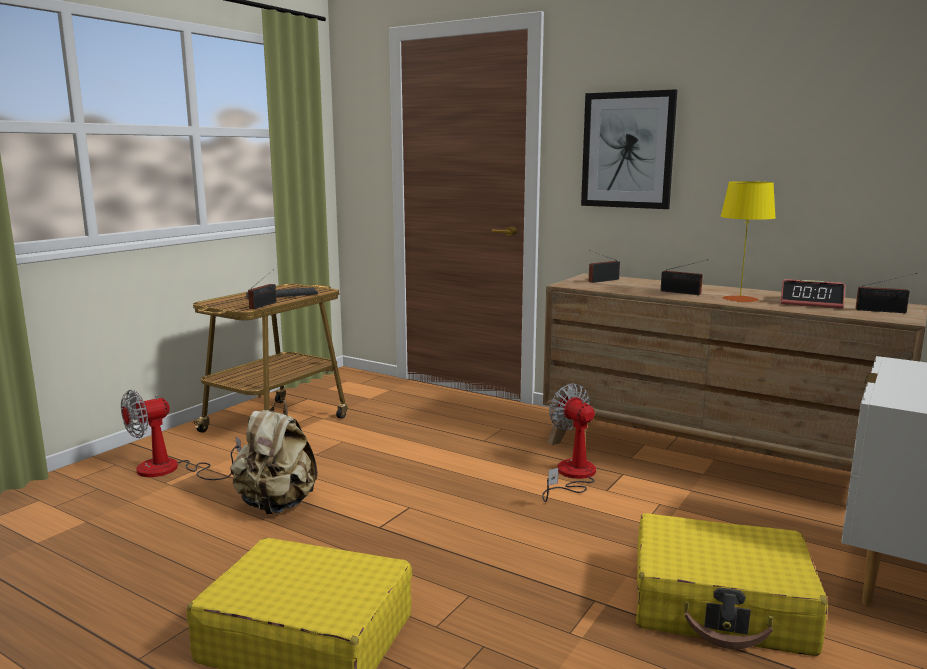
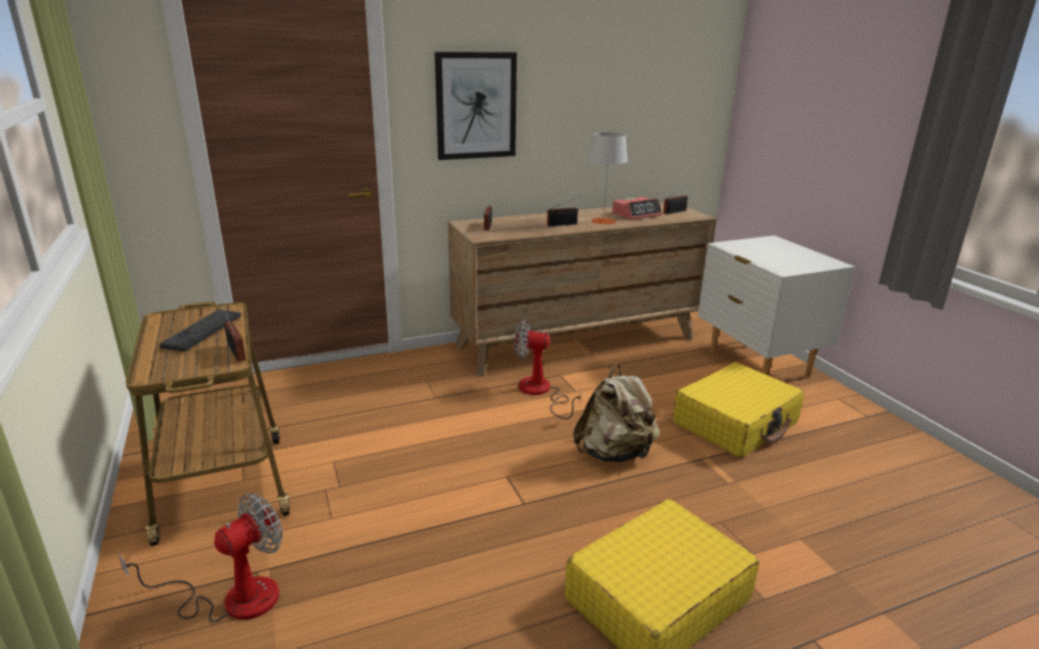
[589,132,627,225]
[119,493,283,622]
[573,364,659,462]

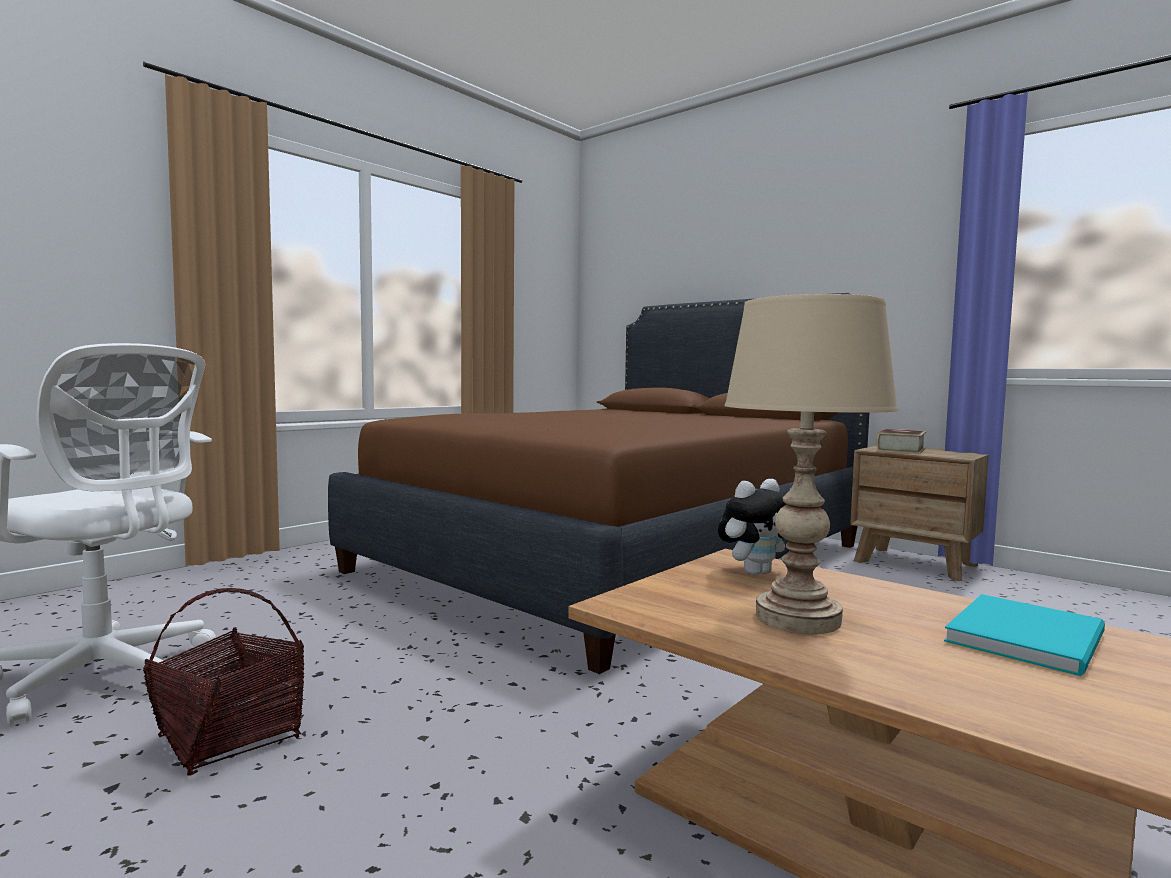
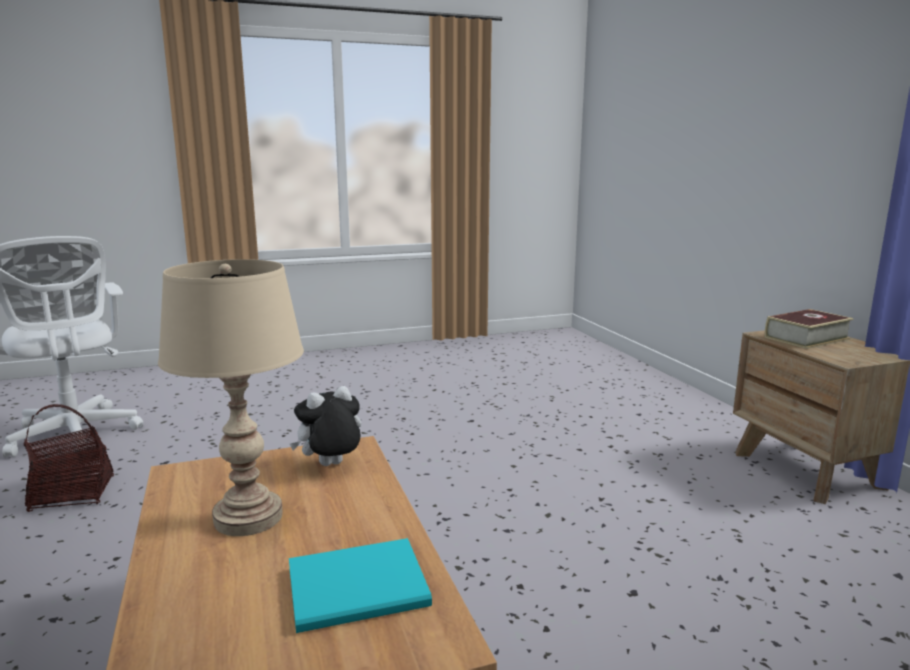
[328,293,869,674] (first image)
[290,386,362,466]

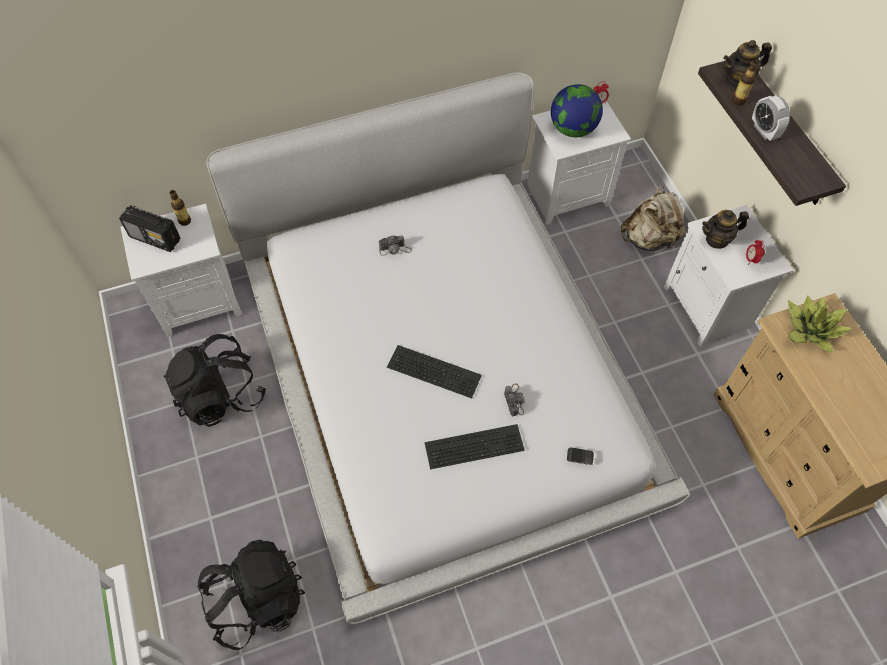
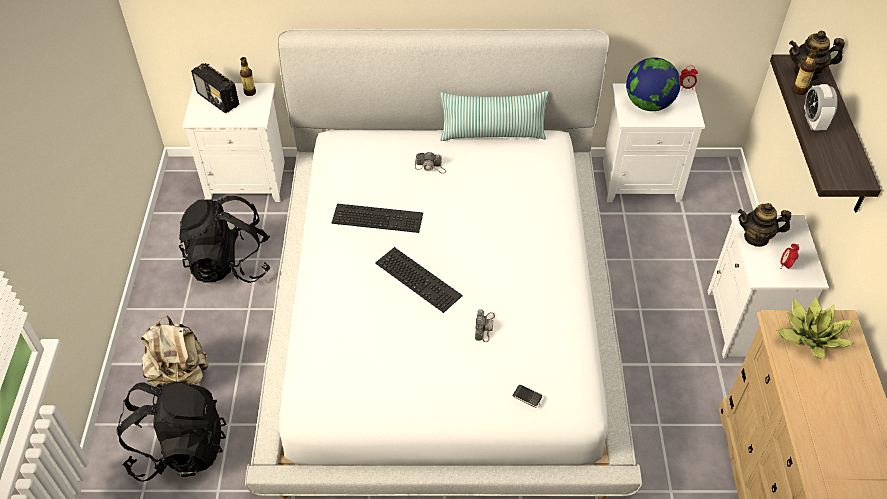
[141,315,208,389]
[332,204,423,233]
[440,91,549,141]

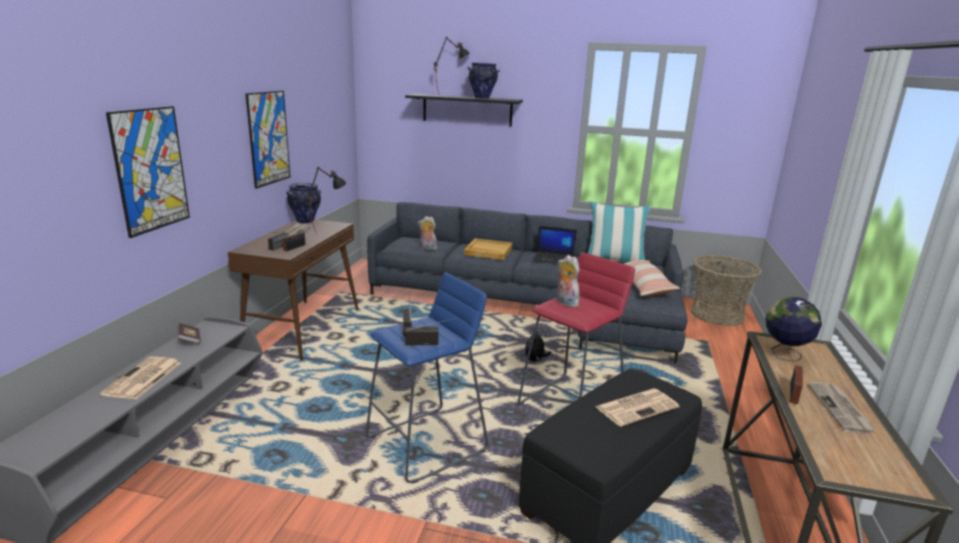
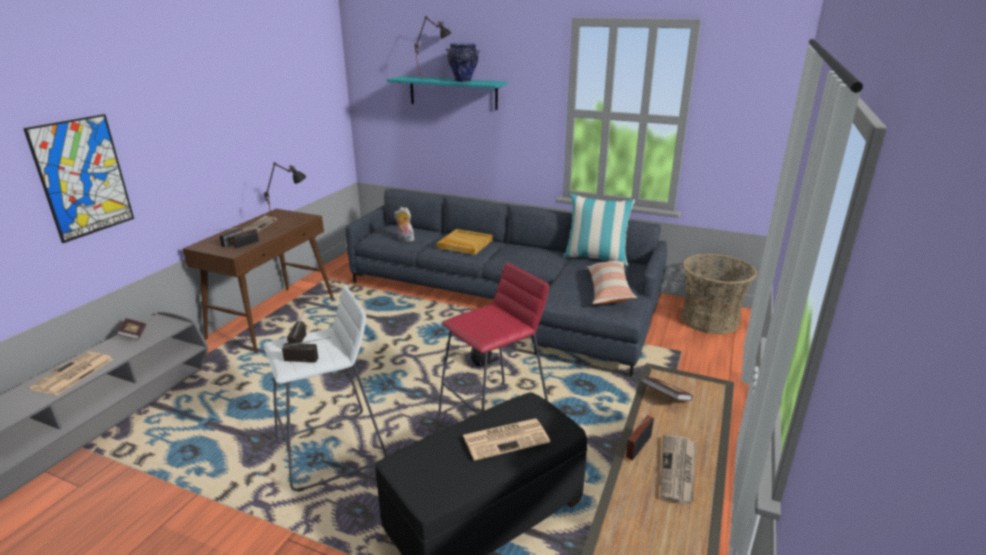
[245,91,290,189] (first image)
[387,76,507,110]
[286,183,321,223] (first image)
[532,226,577,264] (first image)
[557,255,580,307] (first image)
[264,285,387,492]
[641,376,693,401]

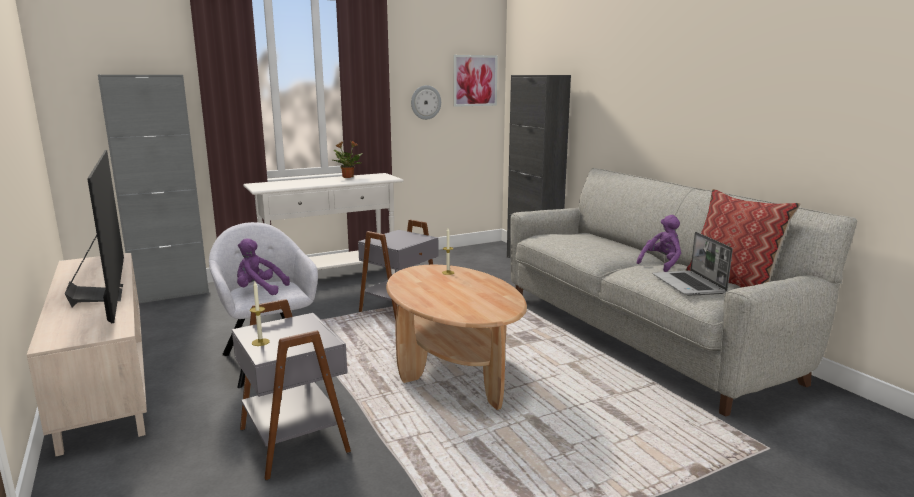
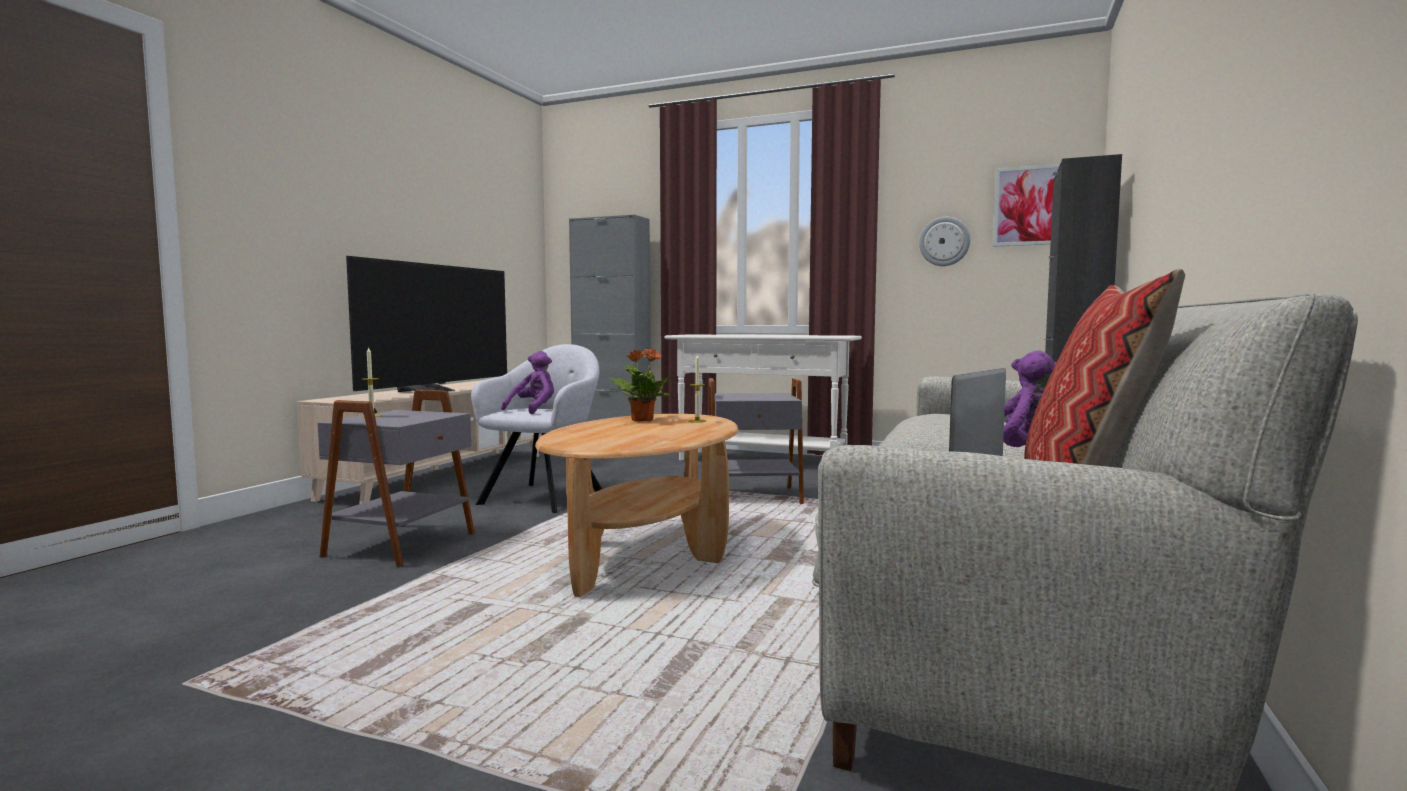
[610,349,673,422]
[501,351,554,414]

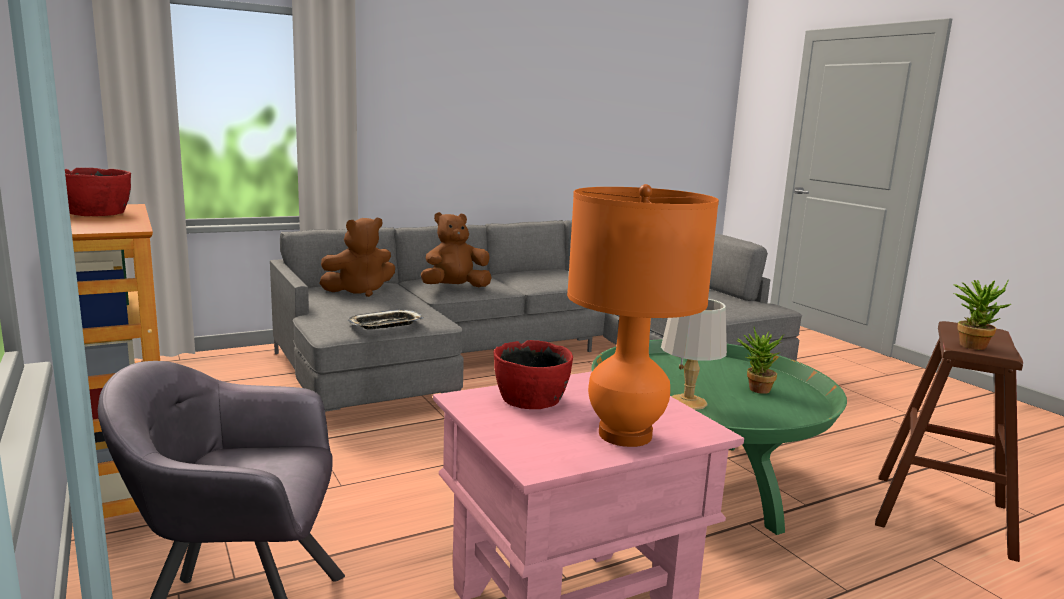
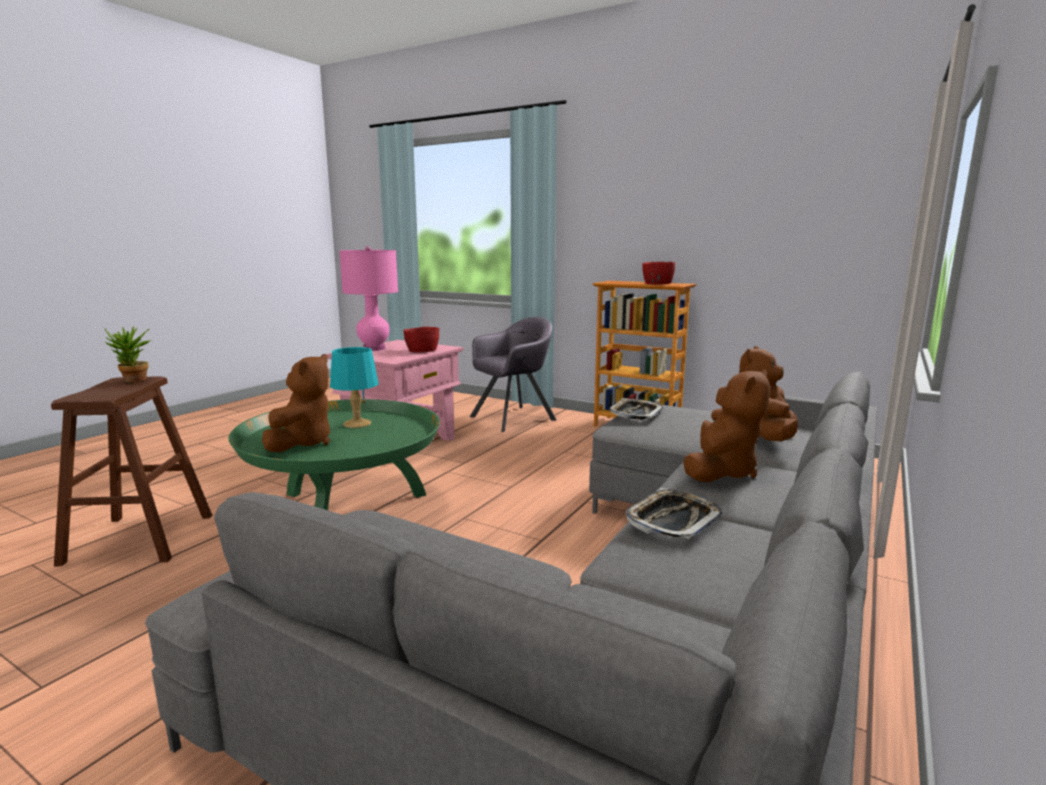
[339,246,398,351]
[330,347,378,428]
[262,354,330,452]
[626,488,722,539]

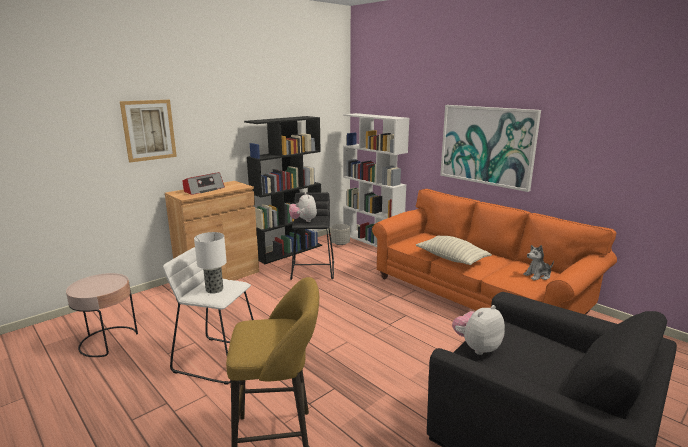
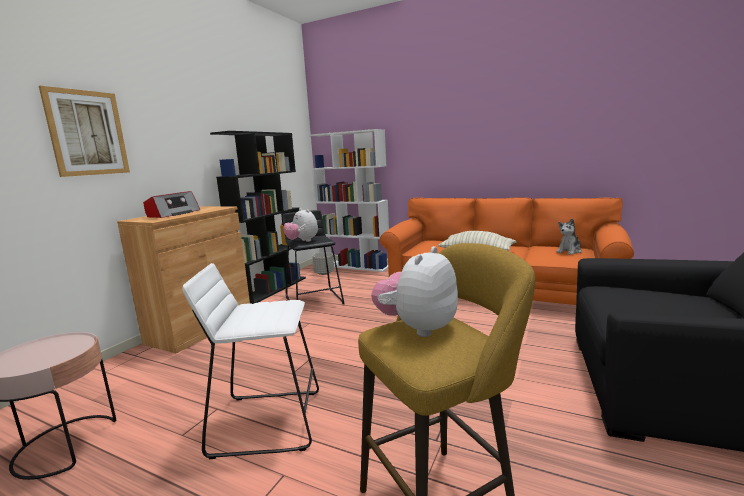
[440,105,541,192] (first image)
[194,232,227,294] (first image)
[371,246,458,337]

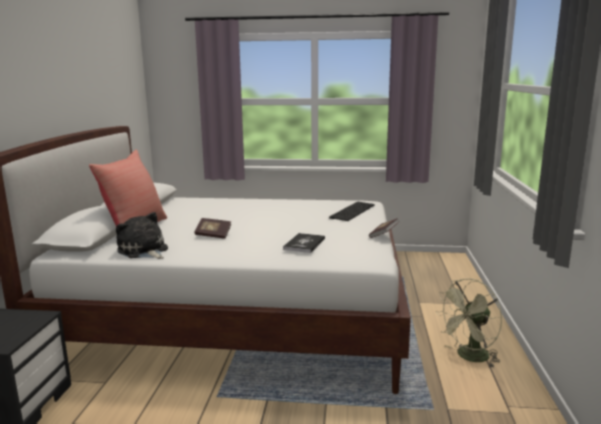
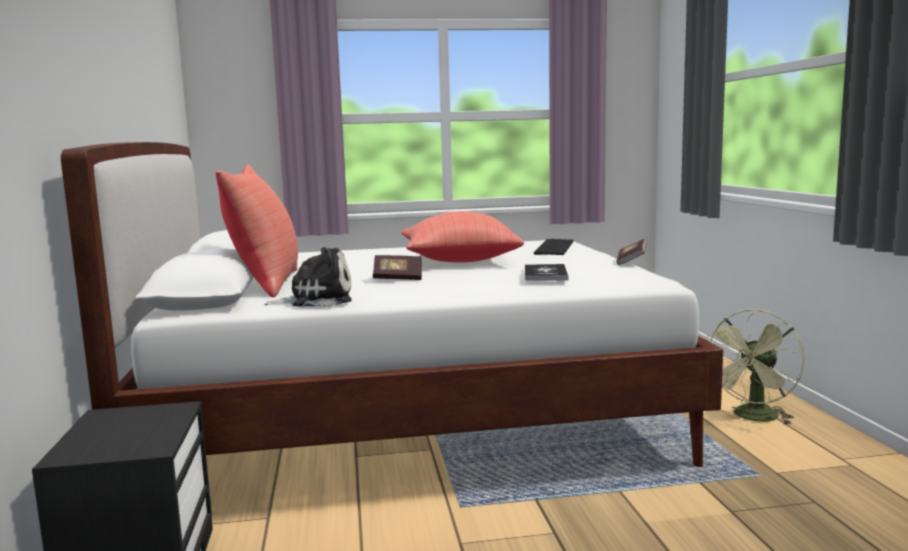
[264,247,352,307]
[401,211,524,263]

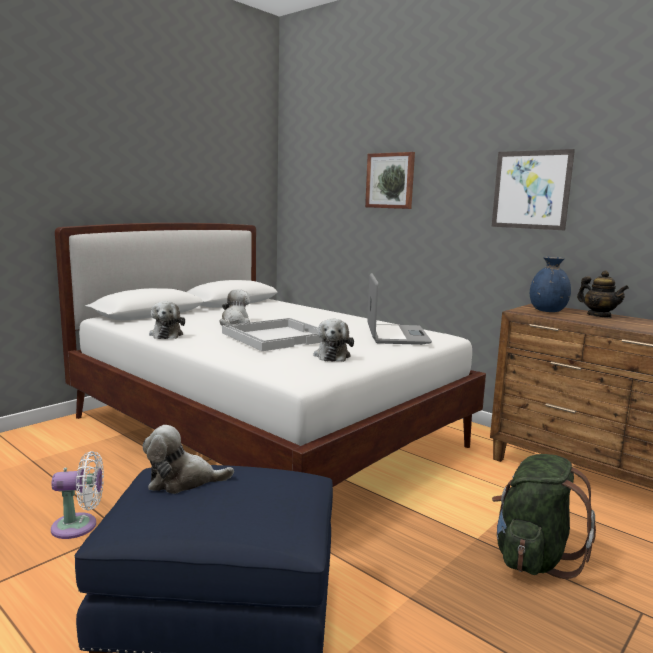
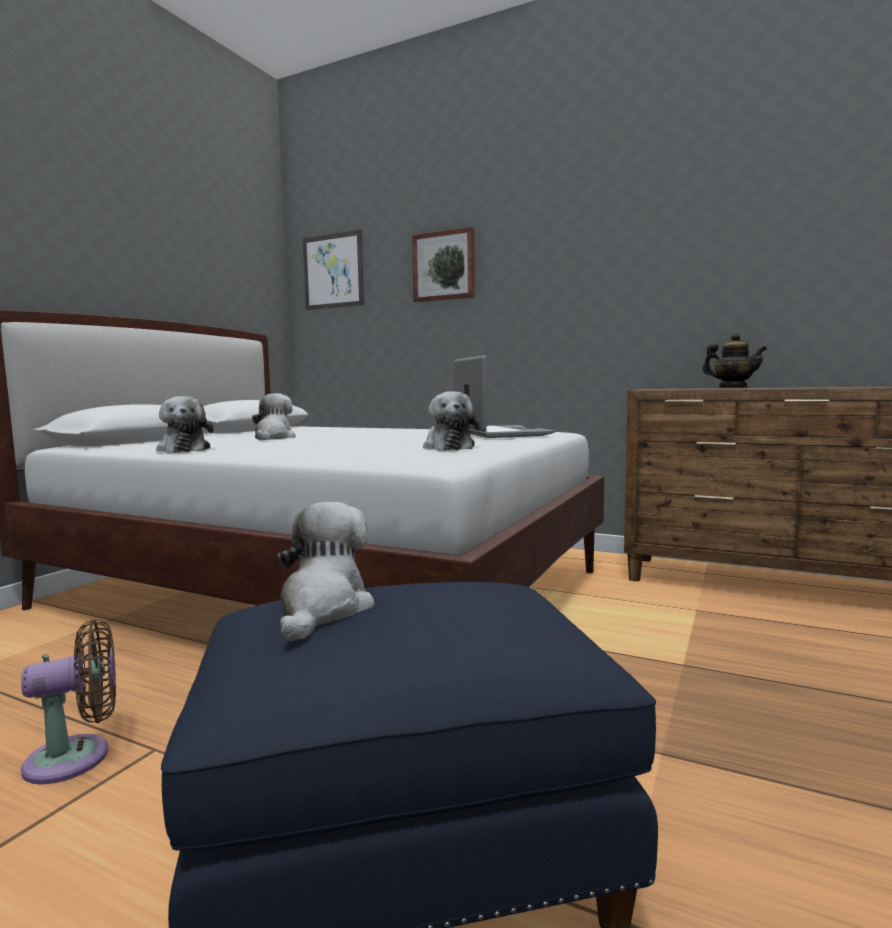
[303,230,364,310]
[530,257,571,312] (first image)
[222,318,322,351] (first image)
[276,502,374,642]
[21,620,116,784]
[492,454,596,579] (first image)

